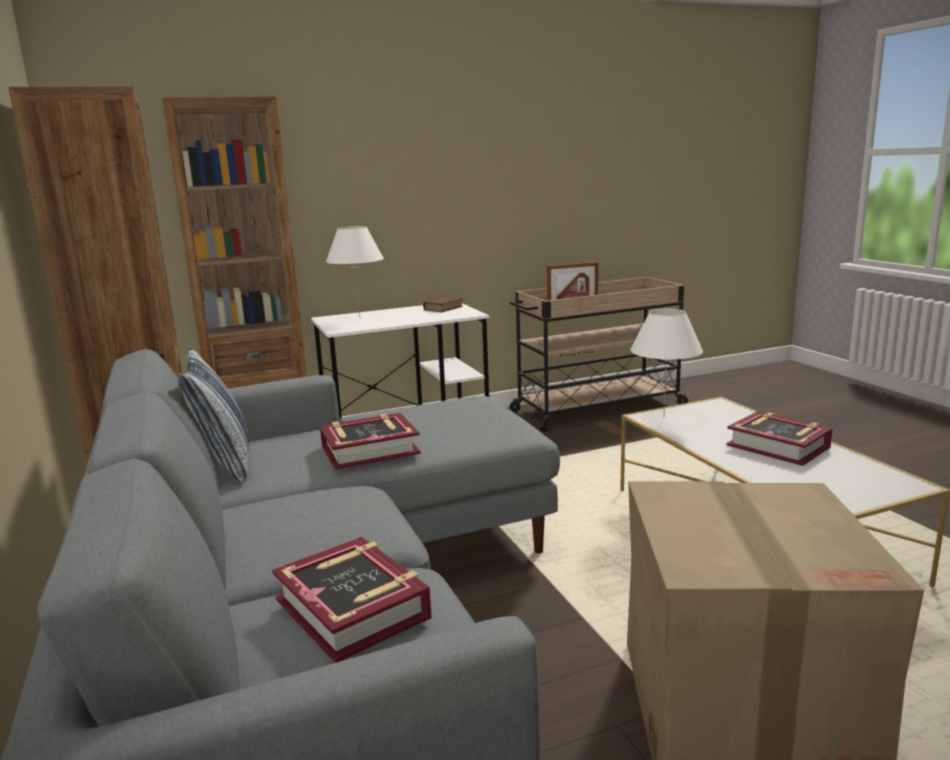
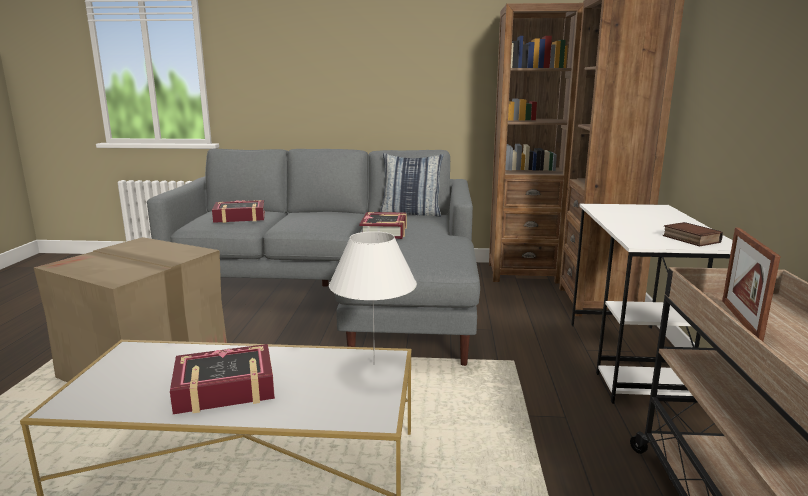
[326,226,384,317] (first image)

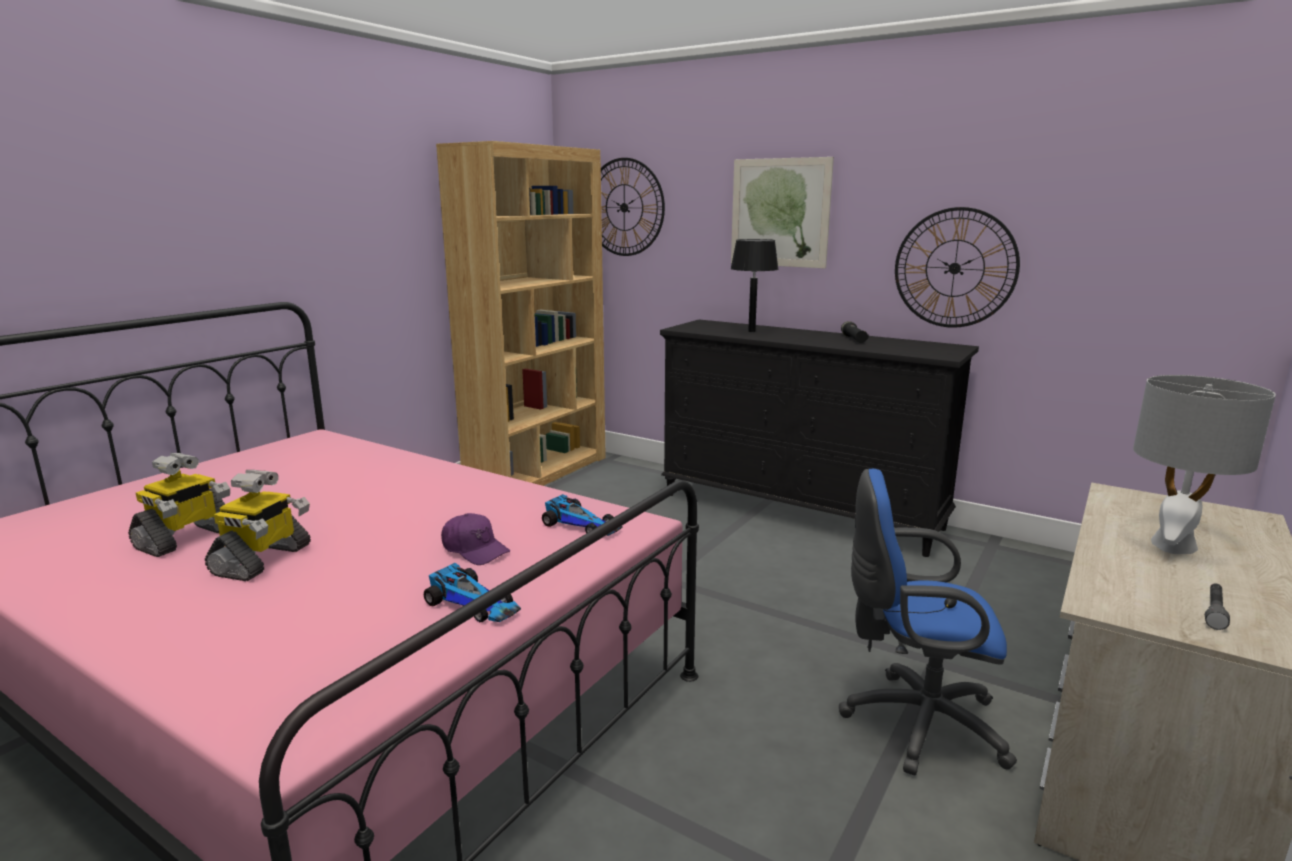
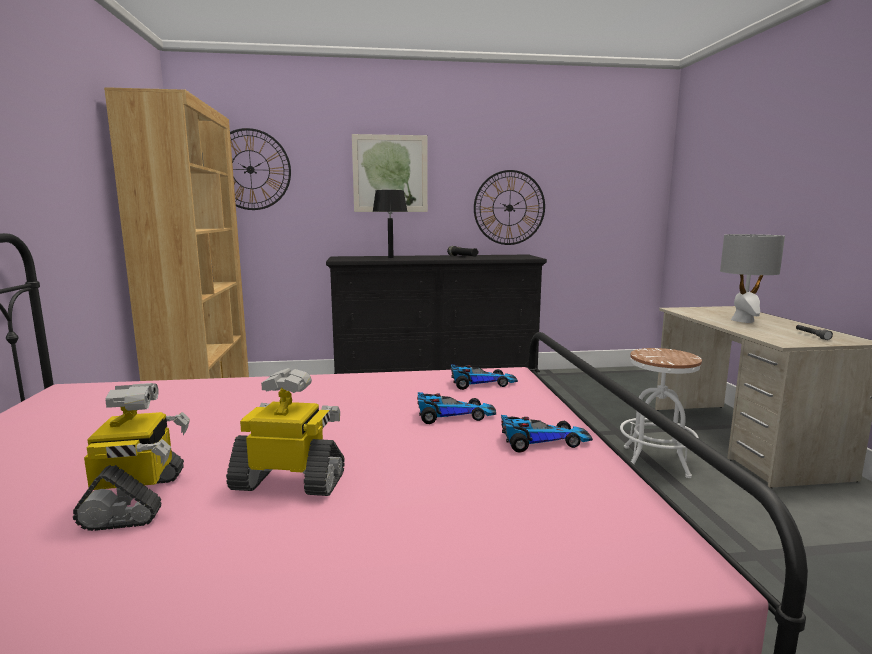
[620,348,702,478]
[226,368,345,496]
[417,392,496,424]

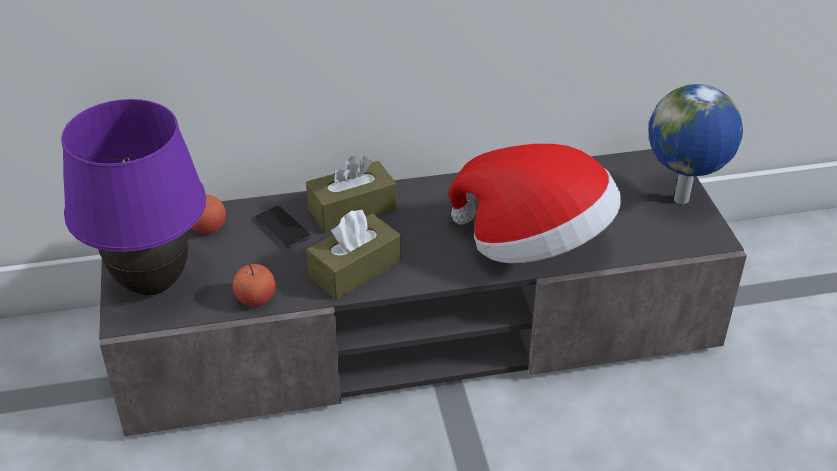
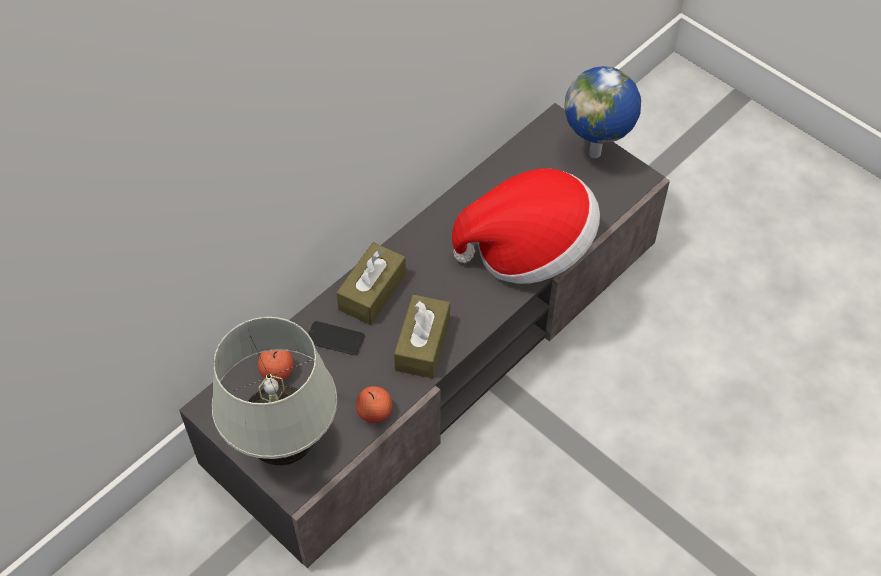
[211,317,337,465]

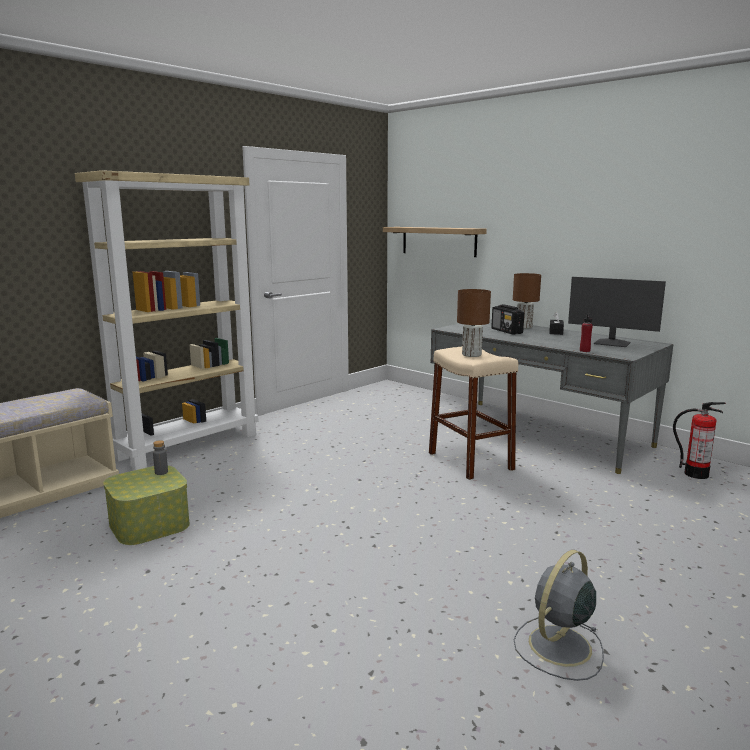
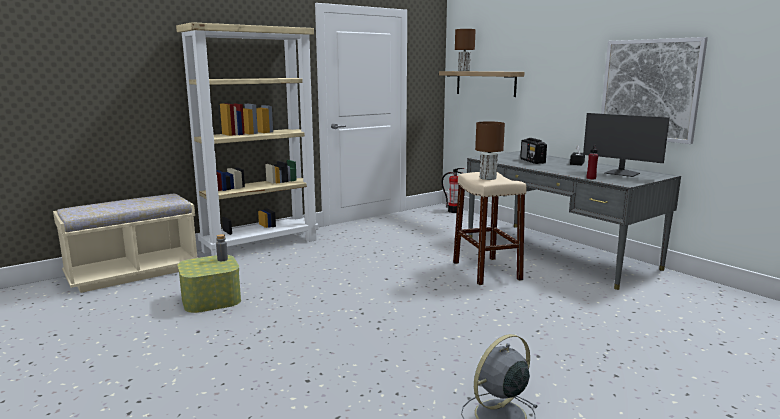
[455,29,476,71]
[442,168,464,213]
[601,37,708,144]

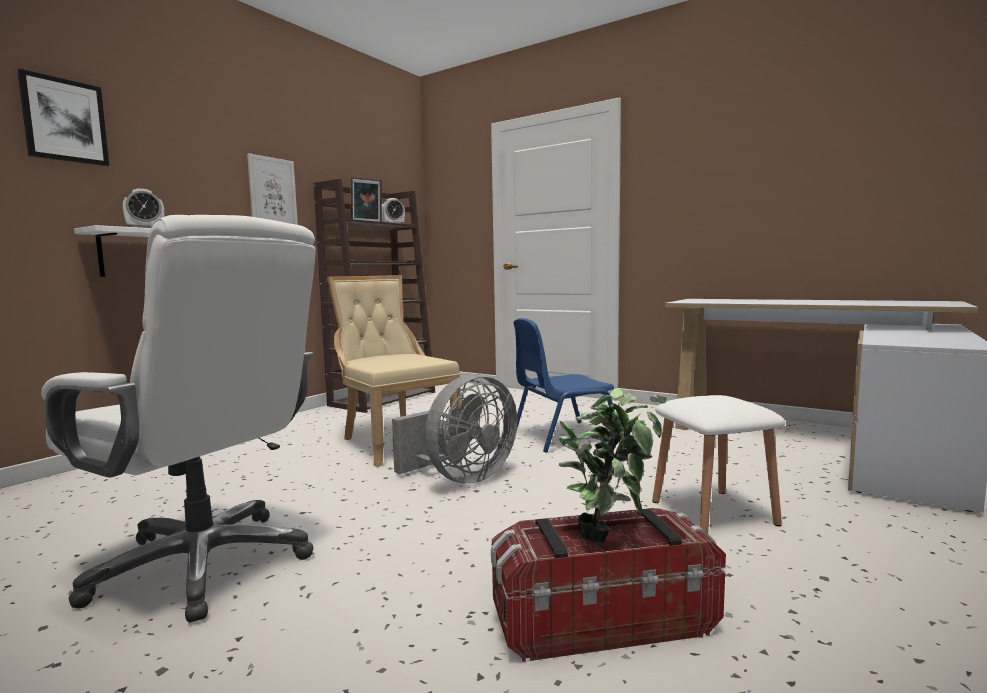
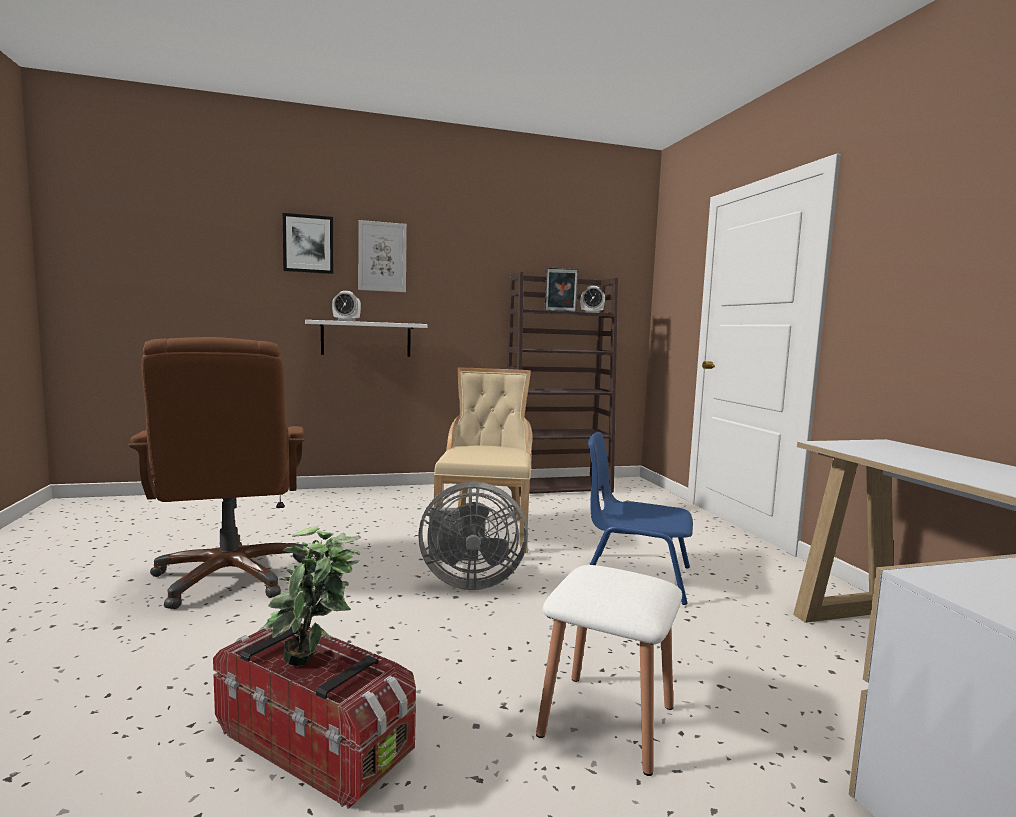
[358,220,407,292]
[129,337,305,609]

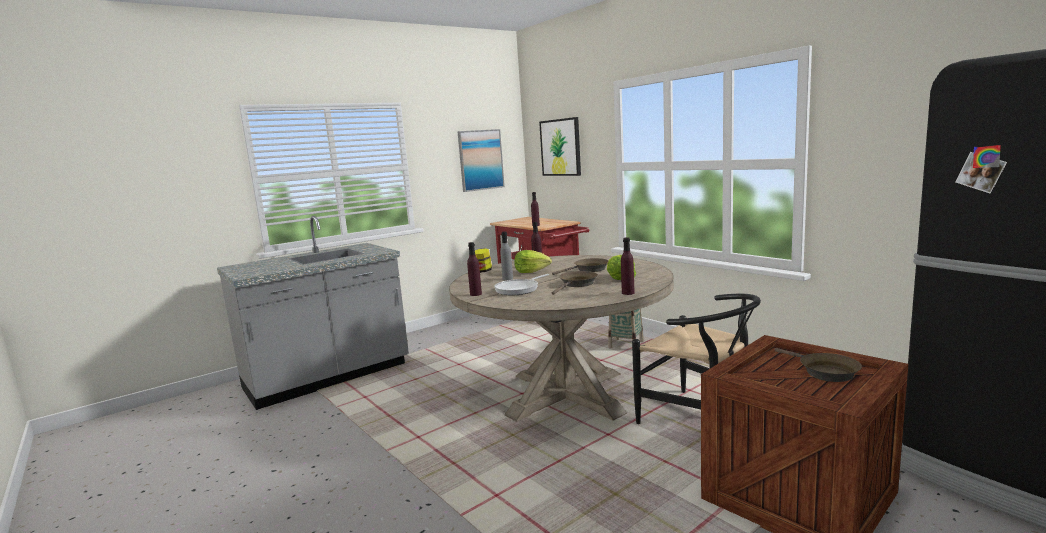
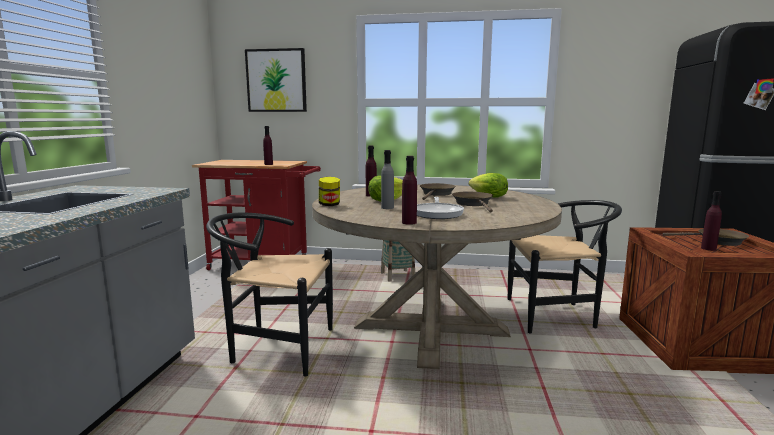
[457,129,505,192] (first image)
[701,191,722,251]
[206,213,333,377]

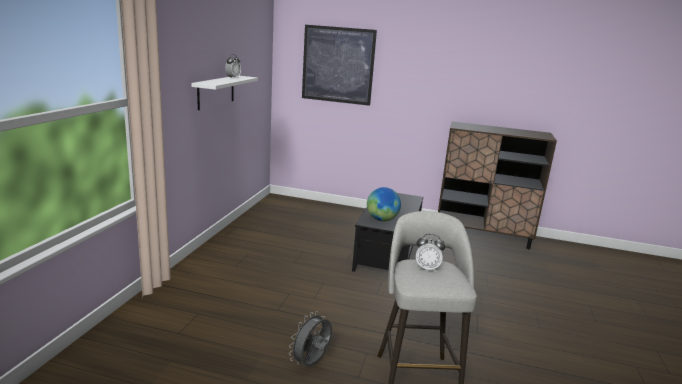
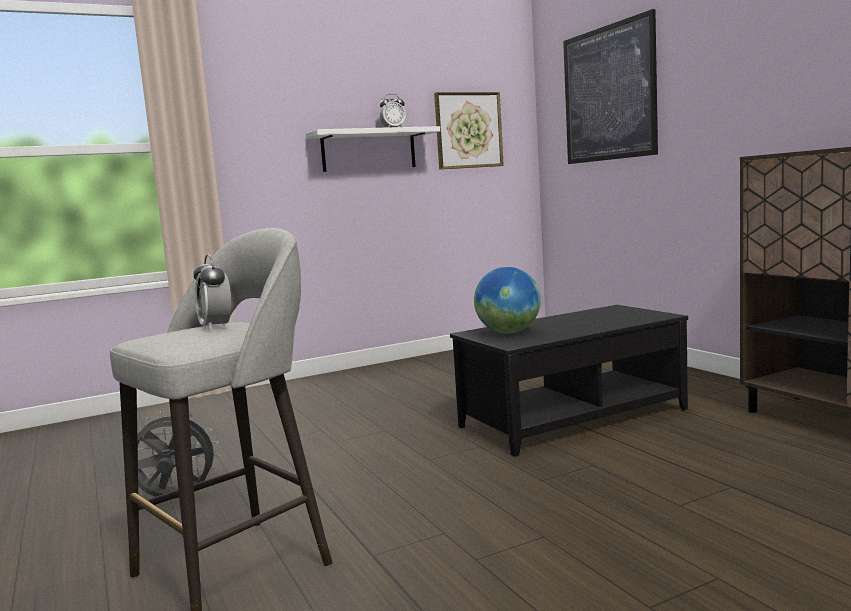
[434,92,504,170]

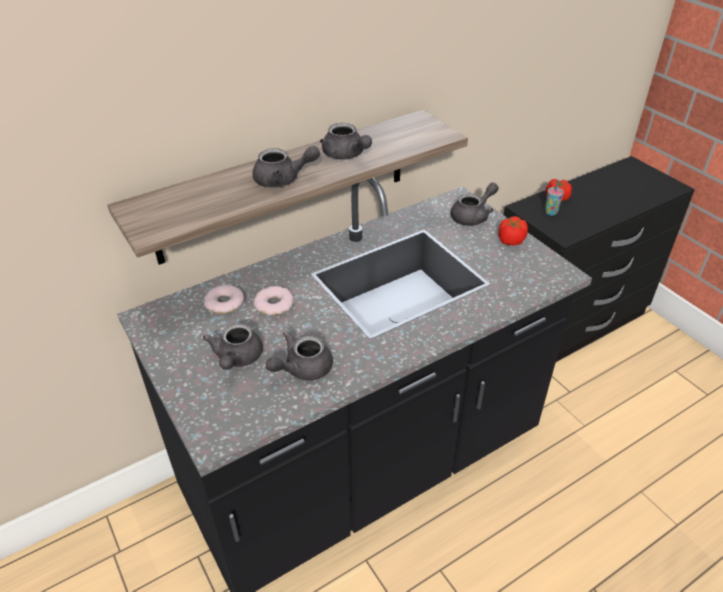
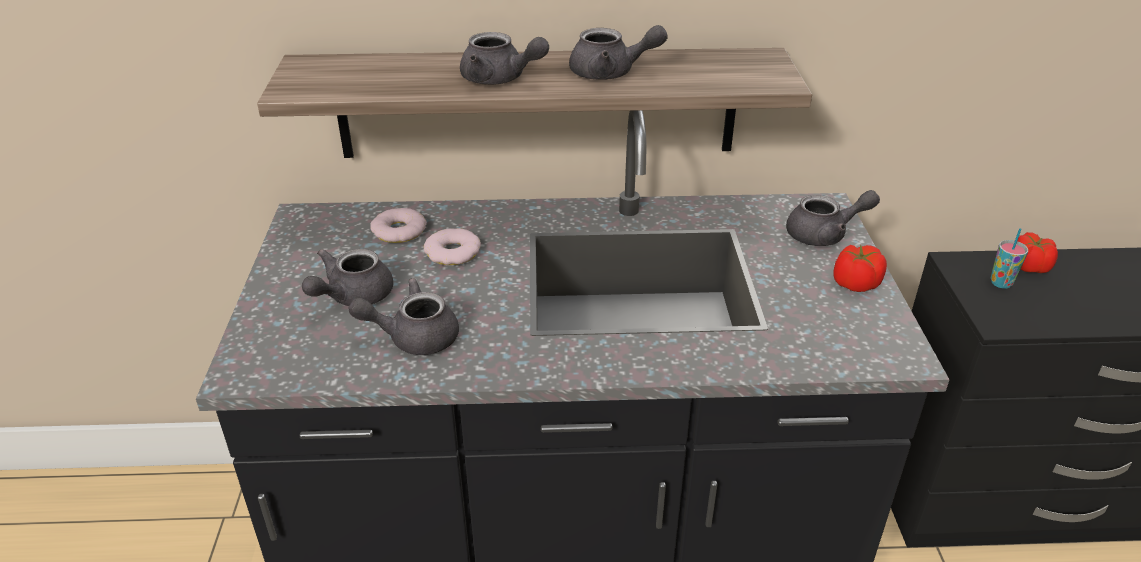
[569,25,668,80]

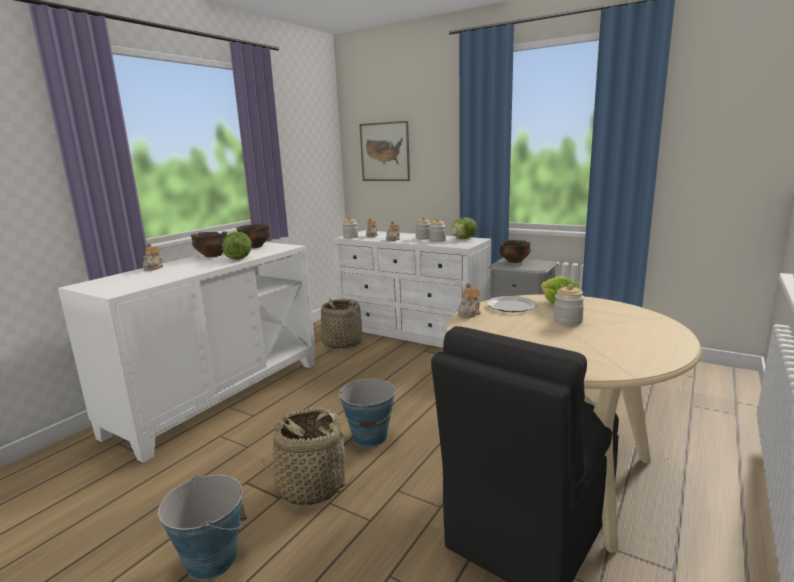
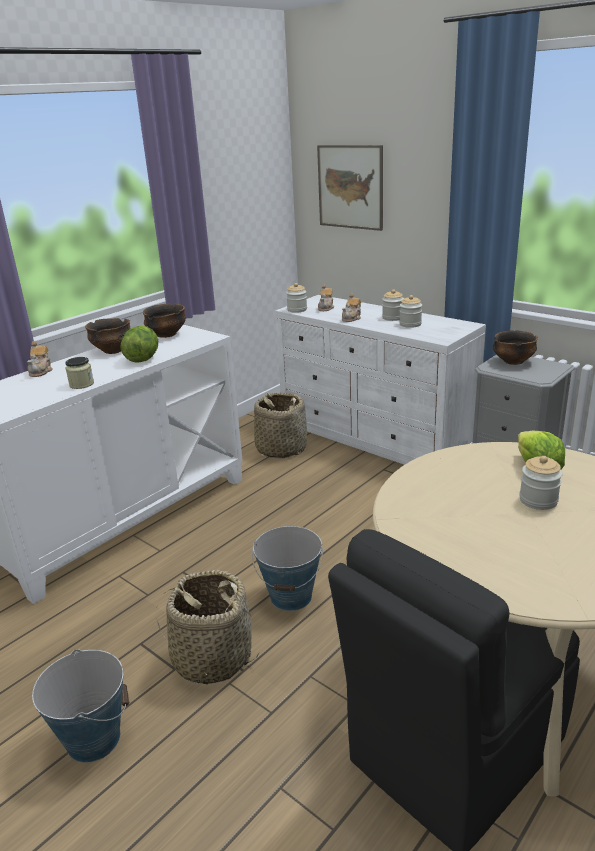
[451,217,477,239] (first image)
[458,283,481,318] (first image)
[486,296,537,312] (first image)
[65,357,94,389]

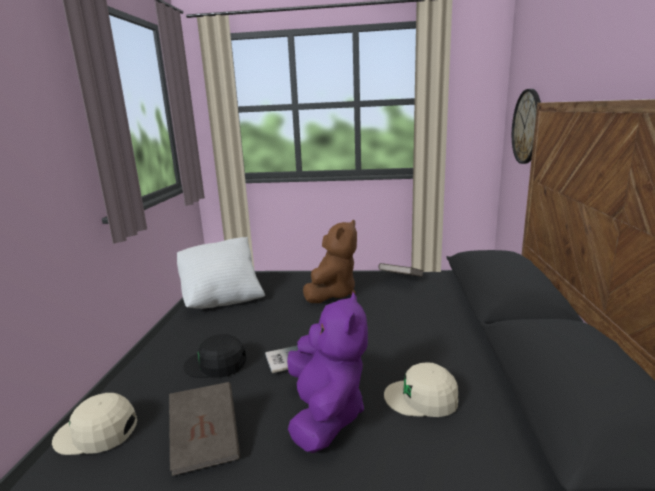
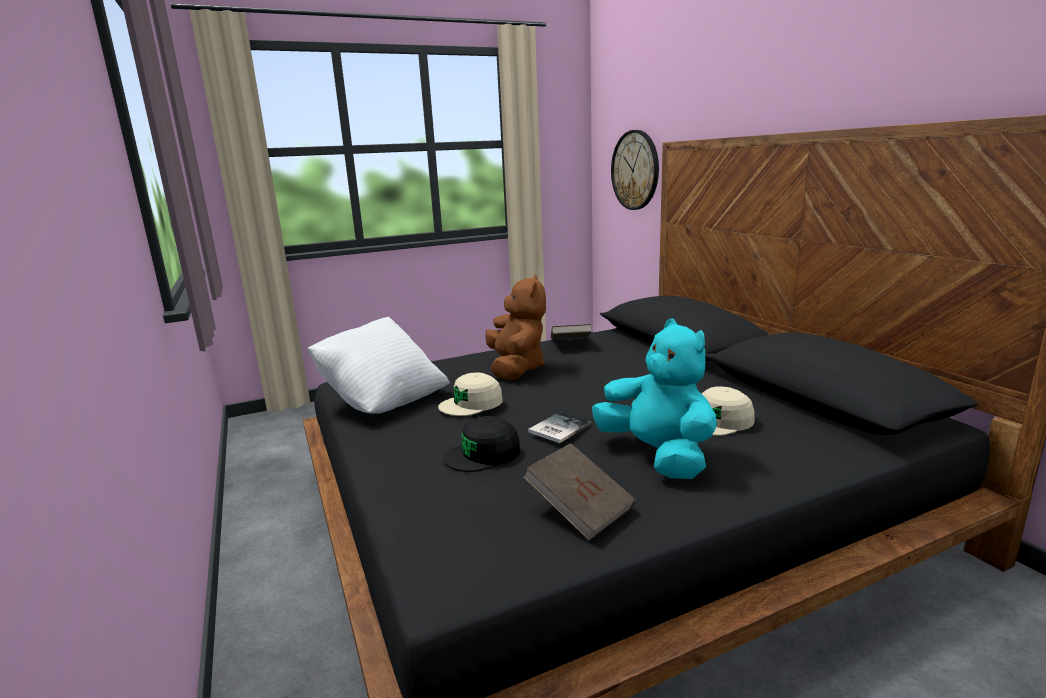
[592,319,717,479]
[438,373,503,416]

